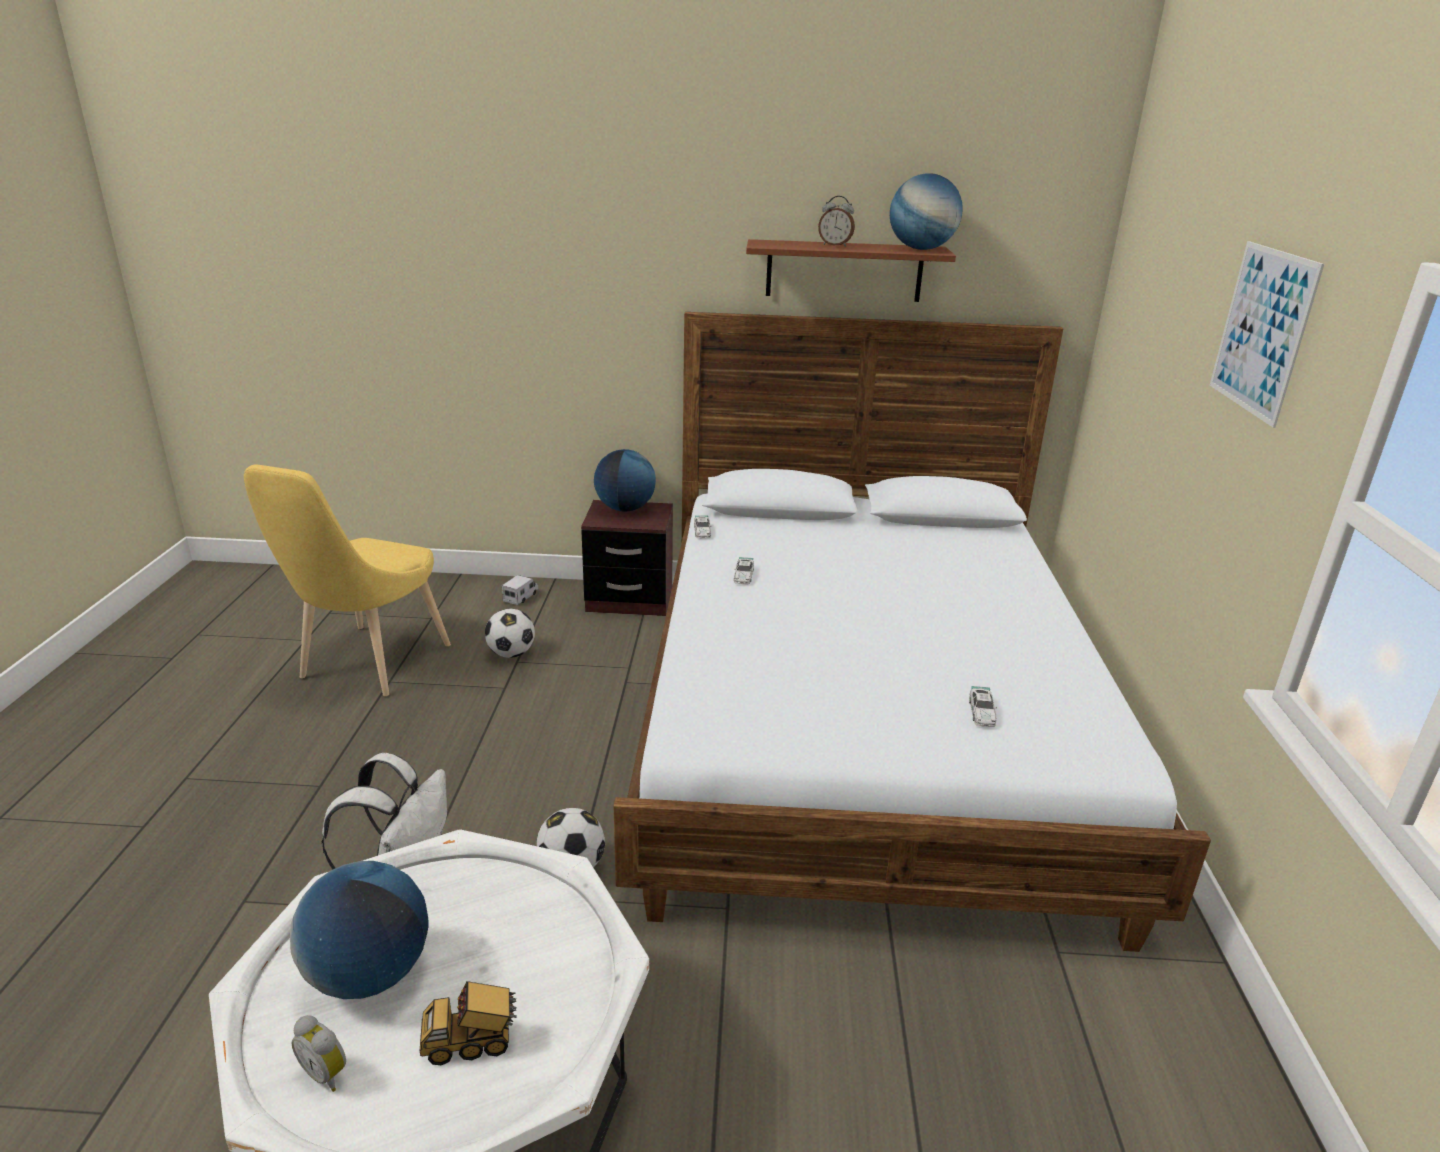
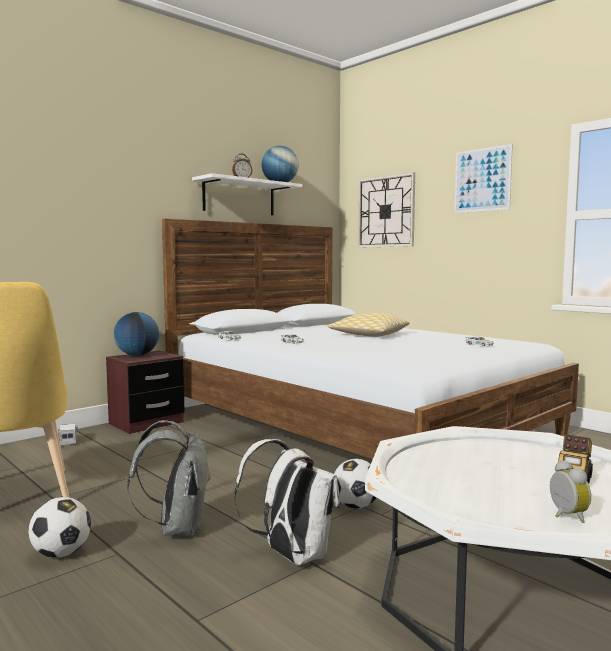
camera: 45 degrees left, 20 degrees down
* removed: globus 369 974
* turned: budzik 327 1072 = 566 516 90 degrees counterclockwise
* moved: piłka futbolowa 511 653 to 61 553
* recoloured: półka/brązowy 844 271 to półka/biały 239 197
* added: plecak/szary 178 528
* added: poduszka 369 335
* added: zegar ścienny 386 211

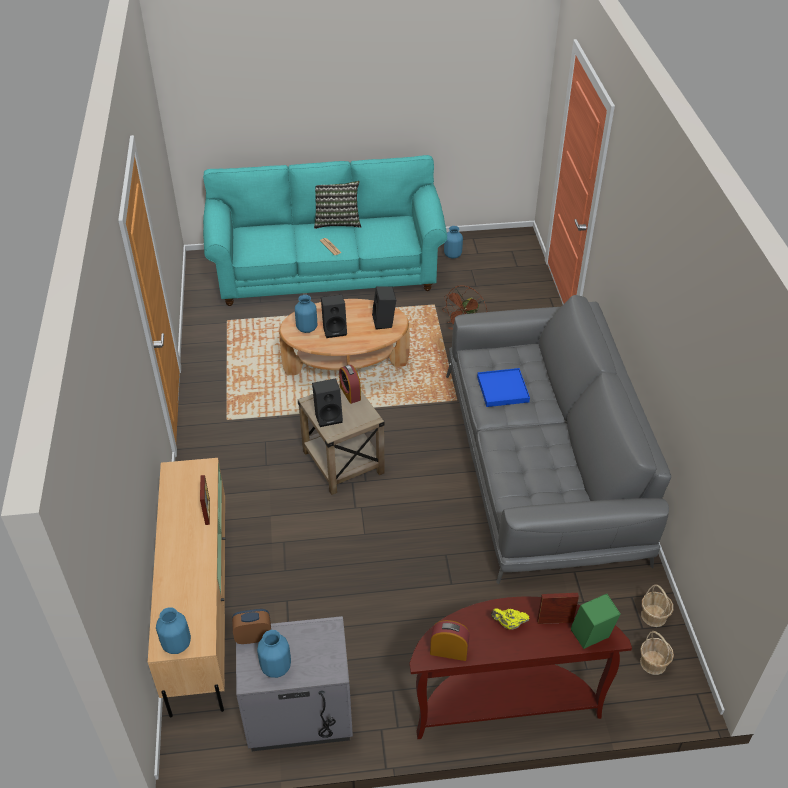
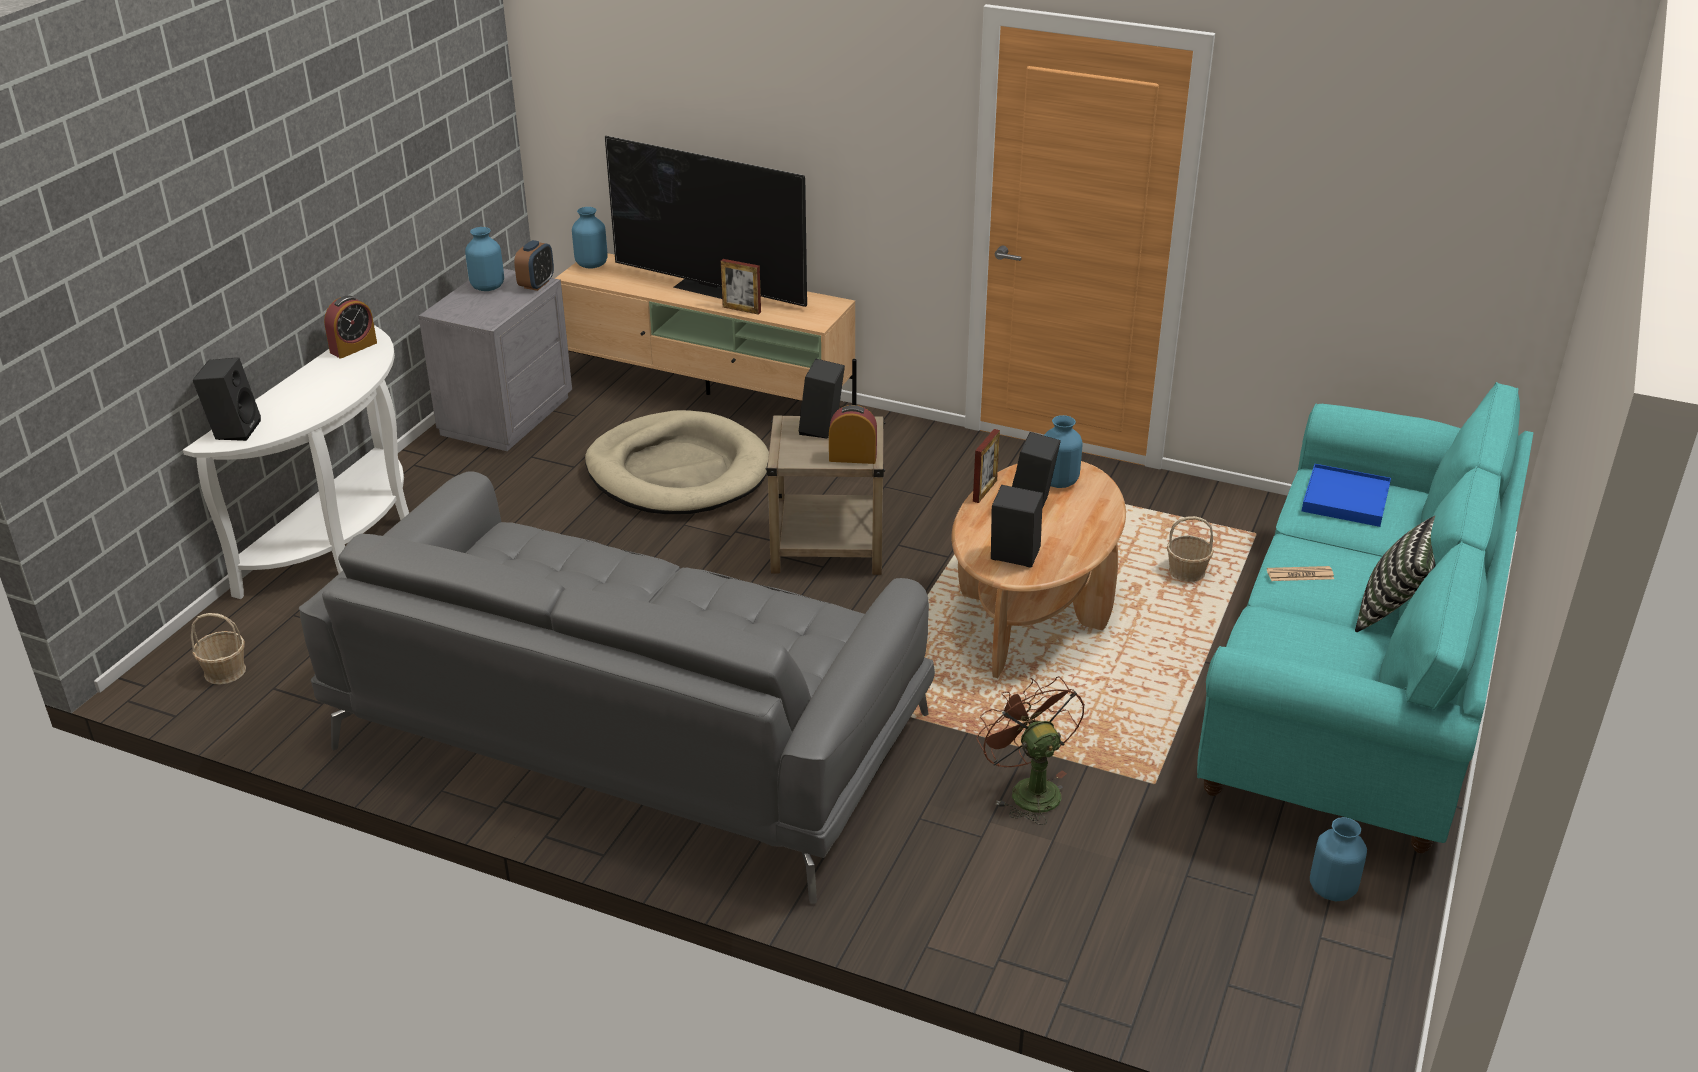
camera: 120 degrees right, 10 degrees down
* recoloured: stolik konsolowy/brązowy 505 703 to stolik konsolowy/biały 342 539
* moved: taca/niebieski 503 389 to 1345 499
* removed: imbryk/żółty 509 624
* moved: ramka na zdjęcie 555 621 to 985 491
* recoloured: głośnik/zielony 590 637 to głośnik/czarny 234 429
* moved: koszyk 653 616 to 1187 572
* added: legowisko/beżowy 678 471
* added: telewizor 709 287

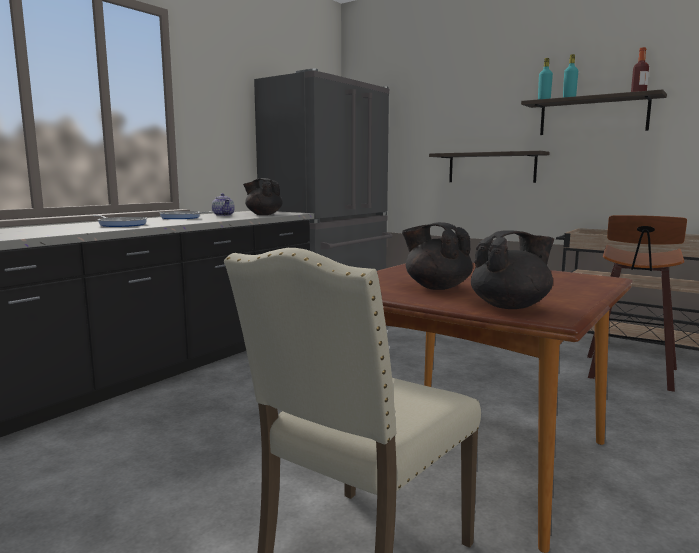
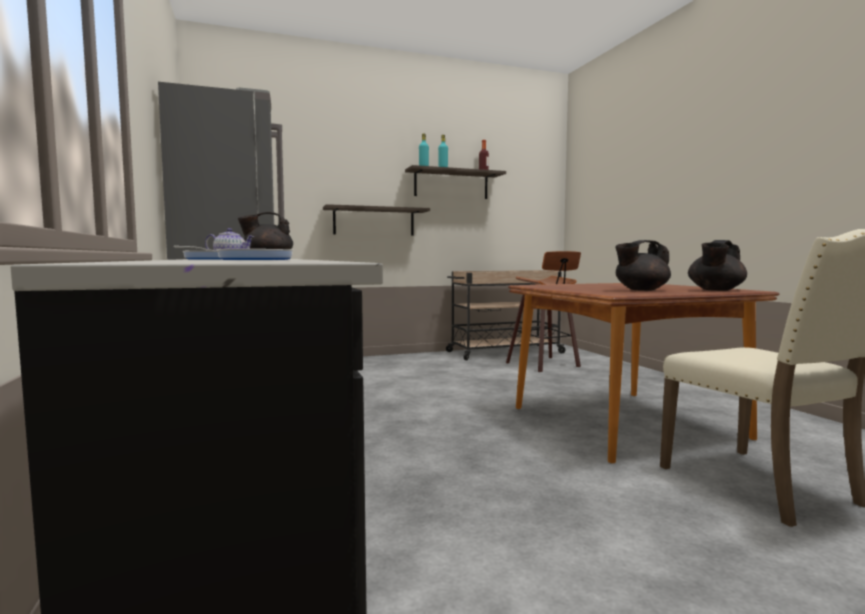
camera: 55 degrees left, 5 degrees down
* turned: imbryk/czarny 511 306 = 715 290 150 degrees counterclockwise

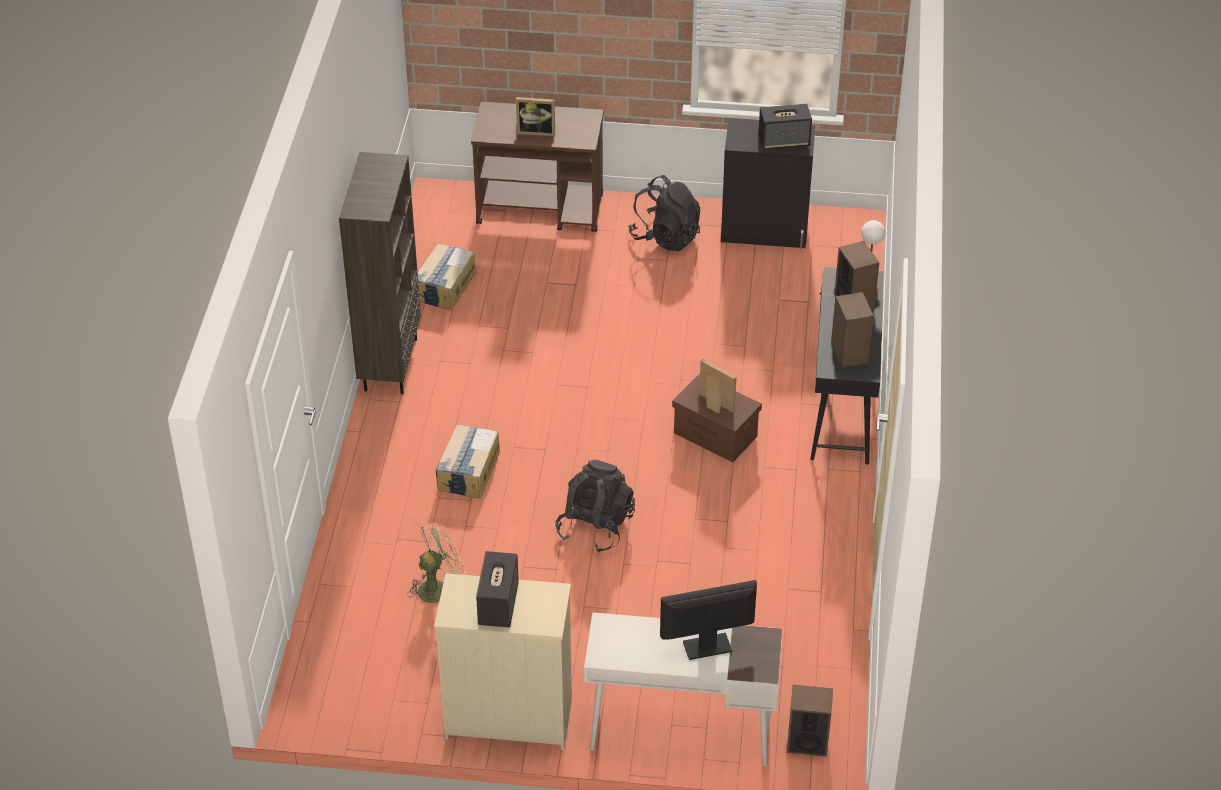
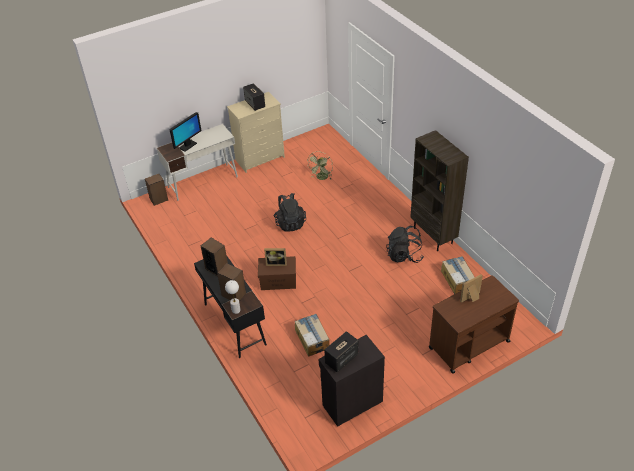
camera: 145 degrees right, 0 degrees up
* moved: karton 468 471 to 312 339
* moved: plecak/czarny 665 237 to 404 255

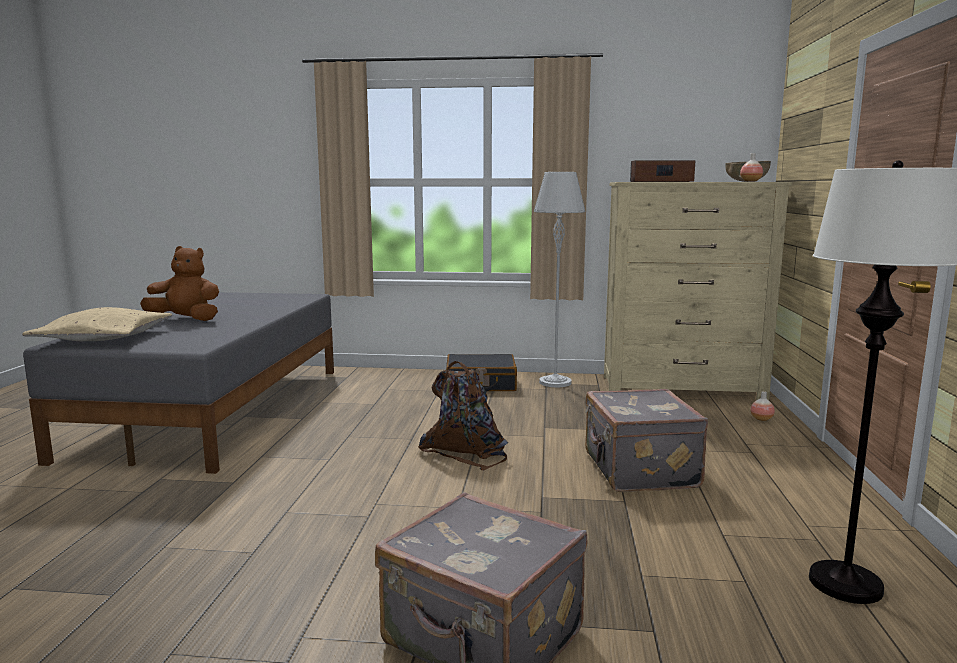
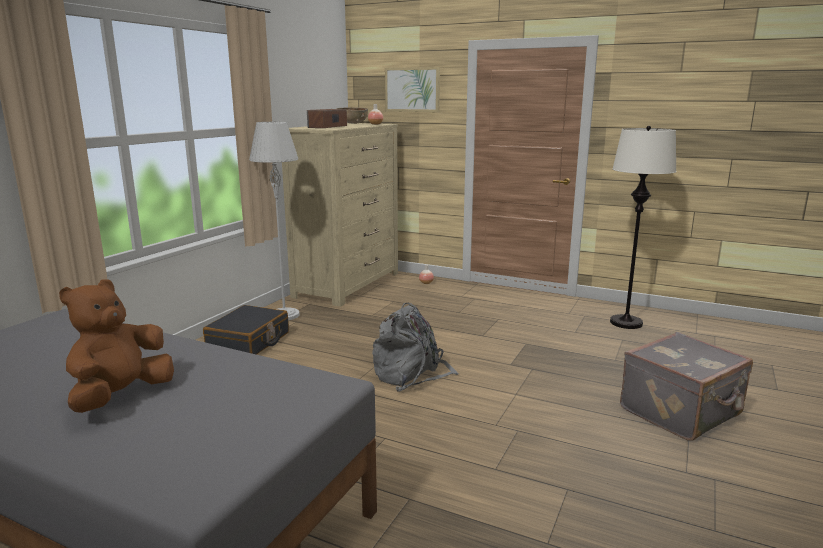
camera: 70 degrees left, 5 degrees up
* removed: poduszka/beżowy 104 339
* recoloured: plecak/brązowy 467 451 to plecak/szary 411 374
* removed: walizka/szary 638 471
* added: obraz 412 89

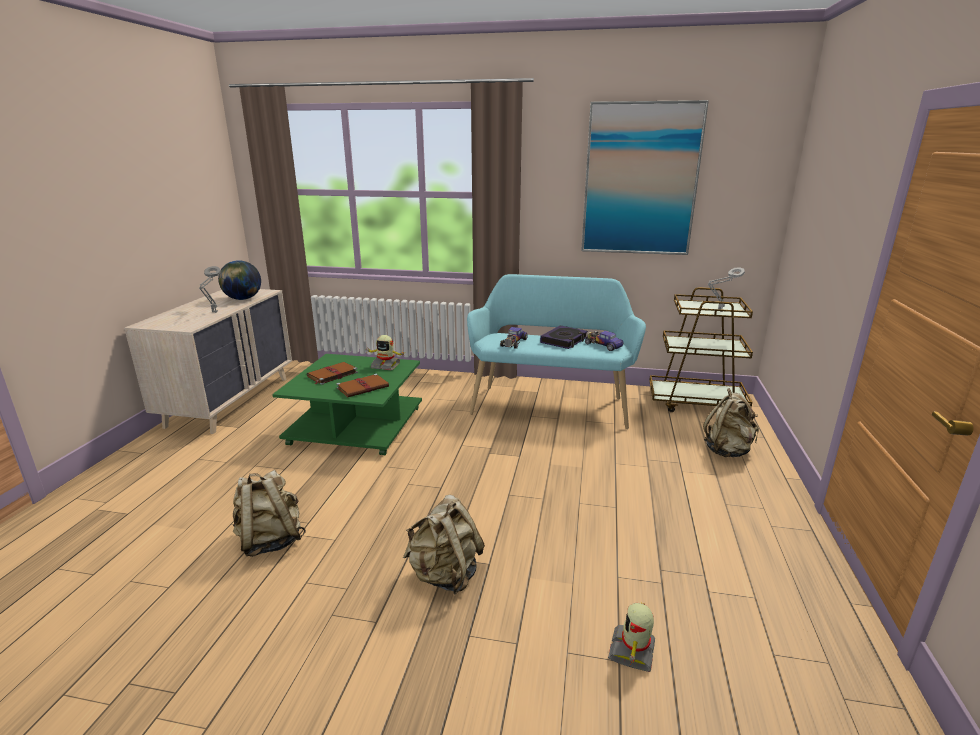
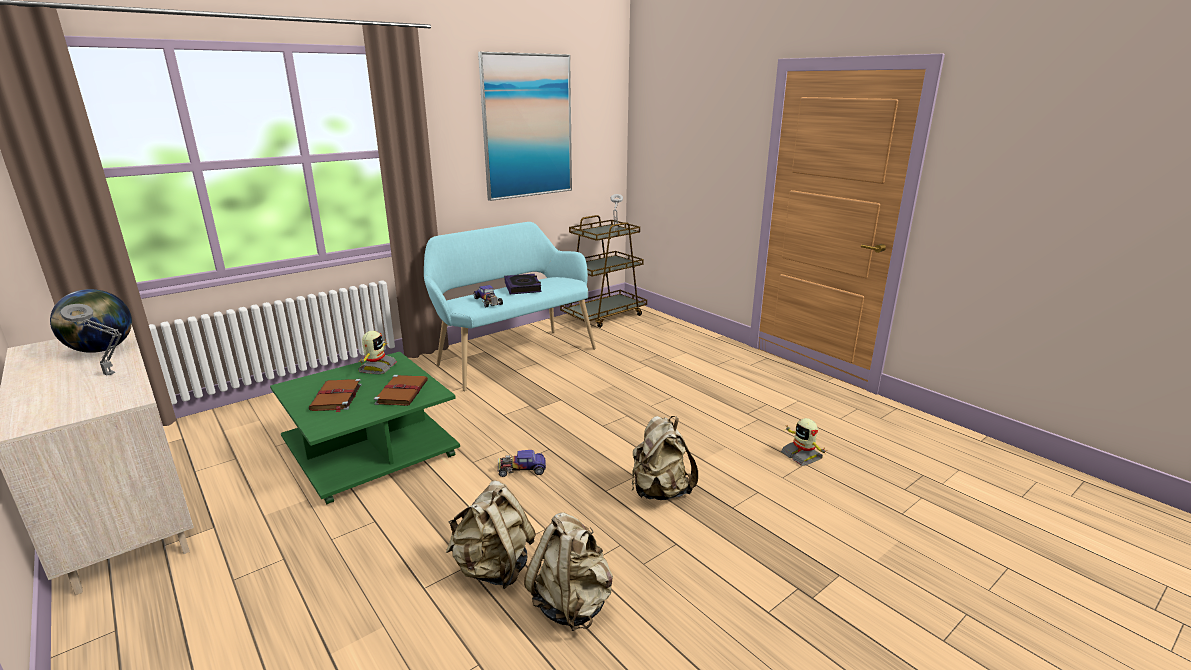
camera: 50 degrees left, 0 degrees up
* turned: robot zabawkowy 386 366 = 377 368 45 degrees counterclockwise
* moved: samochodzik 603 345 to 521 469
* moved: plecak/beżowy 727 451 to 572 603

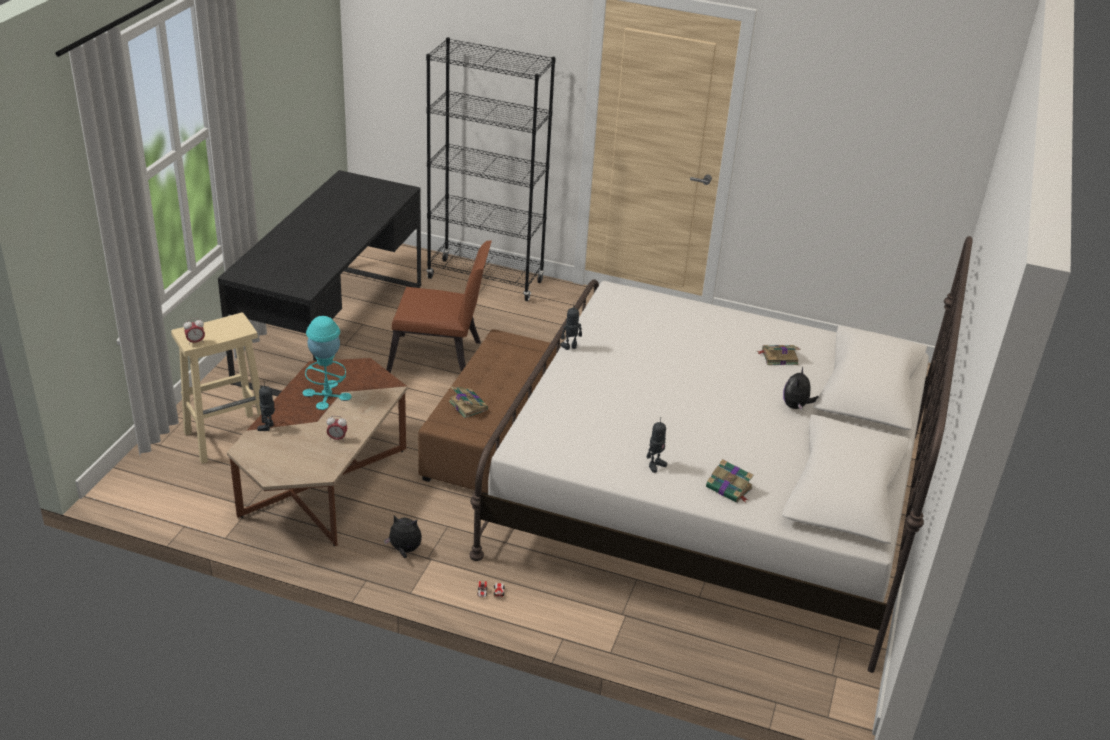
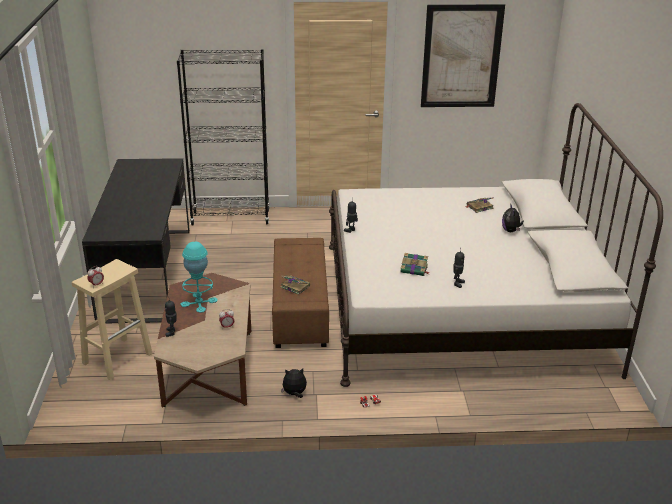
camera: 20 degrees left, 5 degrees down
* removed: krzesło/brązowy 441 361
* moved: książka 729 488 to 414 269
* added: obraz 461 57

